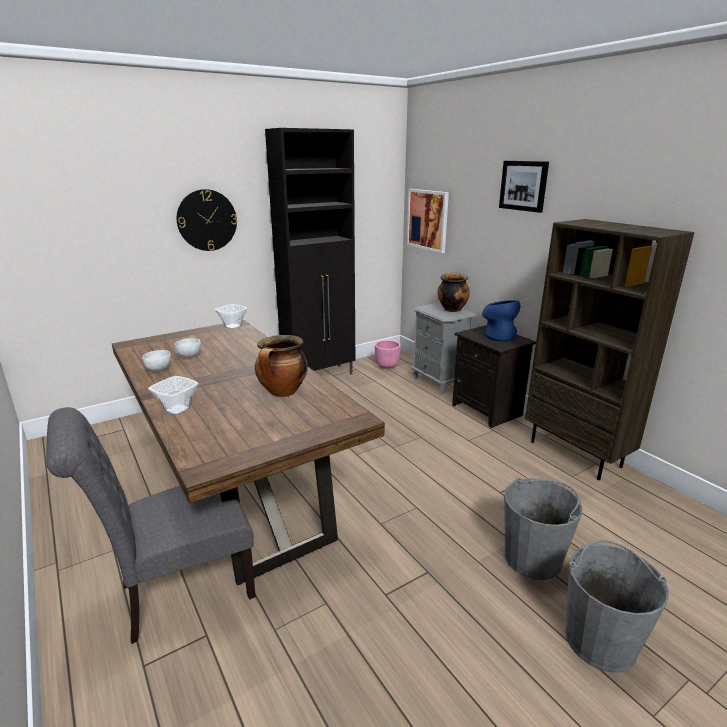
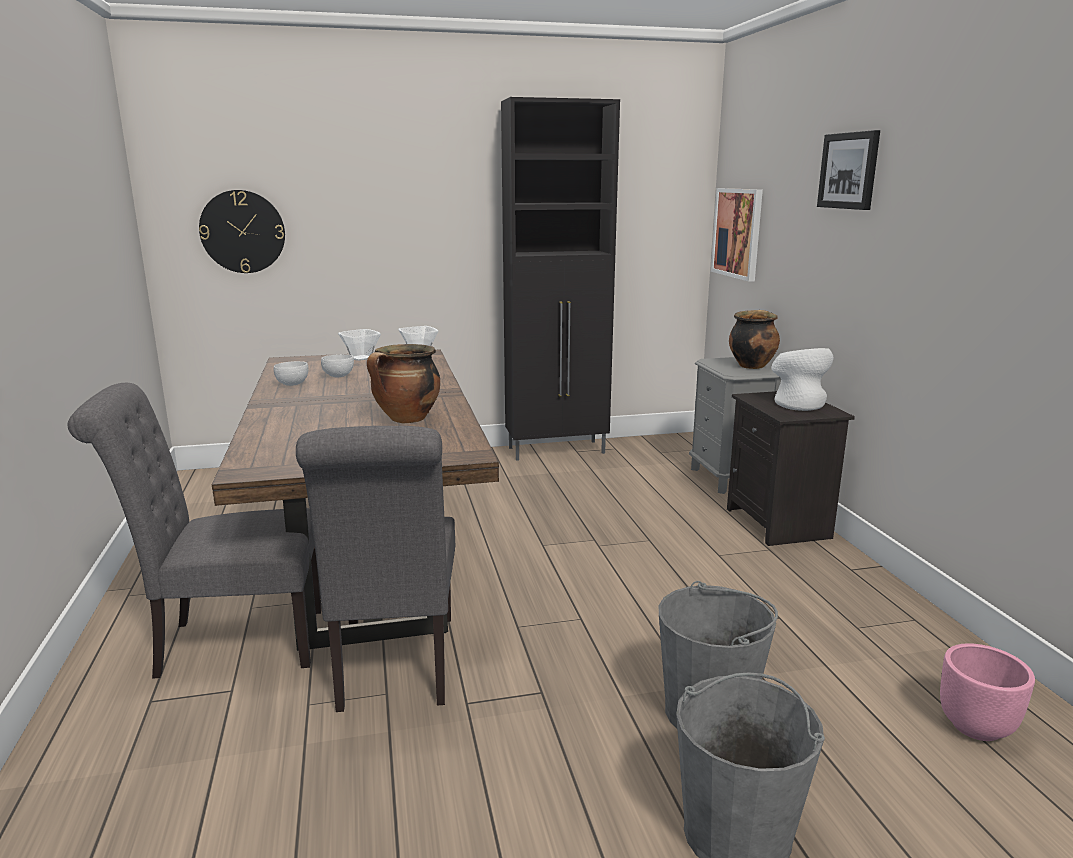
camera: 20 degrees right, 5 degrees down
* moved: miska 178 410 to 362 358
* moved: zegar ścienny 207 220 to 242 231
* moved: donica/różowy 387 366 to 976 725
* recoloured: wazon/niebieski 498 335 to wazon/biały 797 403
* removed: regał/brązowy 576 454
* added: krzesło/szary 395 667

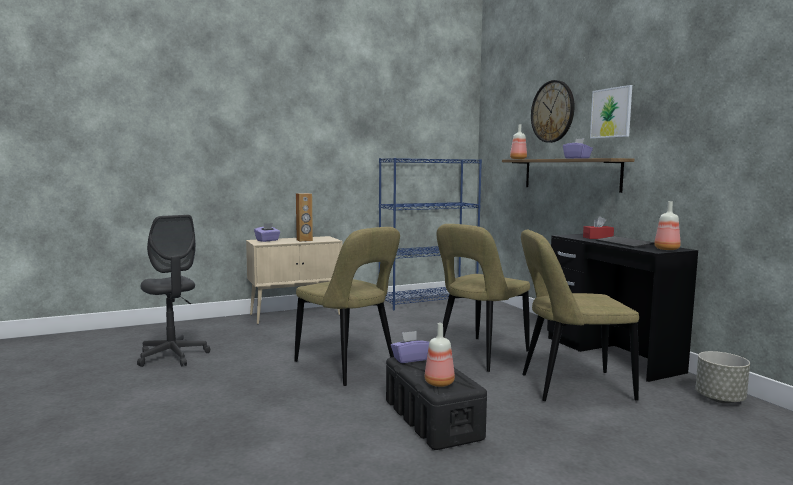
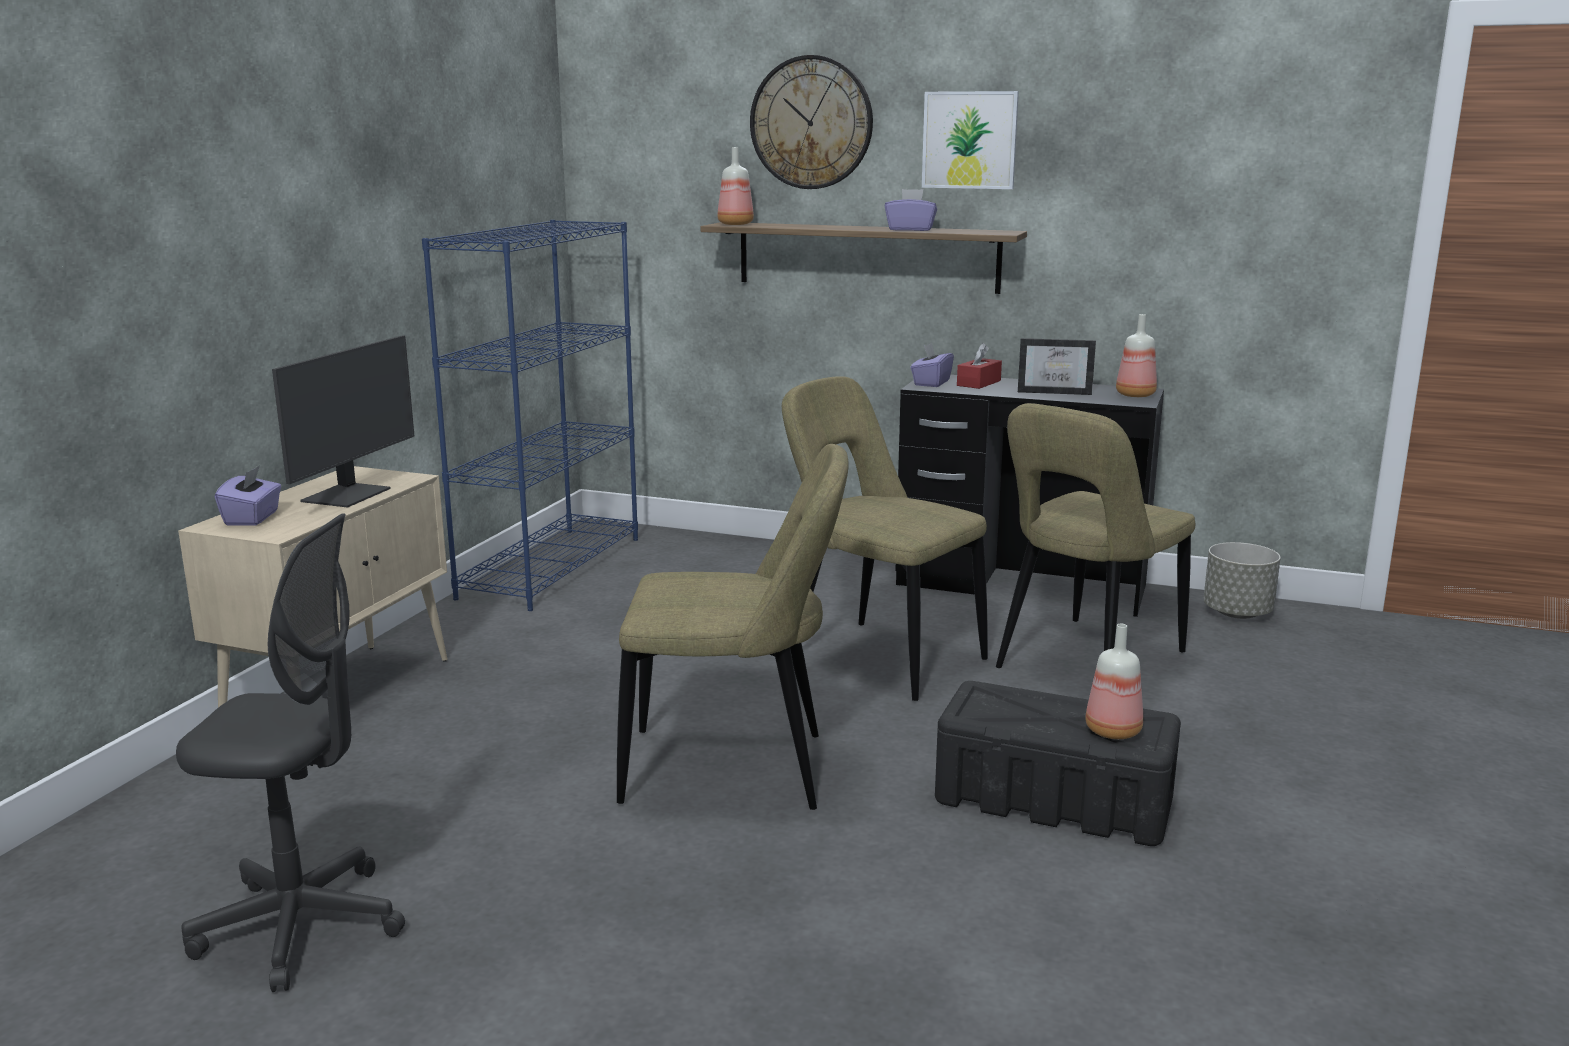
camera: 45 degrees left, 10 degrees up
* replaced: głośnik/brązowy 304 240 to monitor 348 495
* moved: pudełko chusteczek/fioletowy 410 359 to 931 383
* turned: krzesło/beżowy 479 356 = 878 657 135 degrees clockwise
* replaced: klawiatura 625 243 to ramka na zdjęcie 1055 392

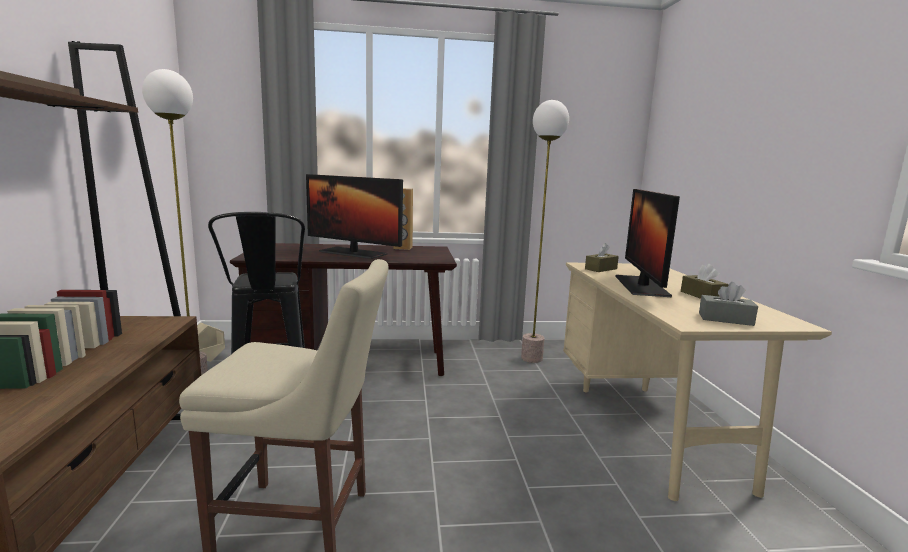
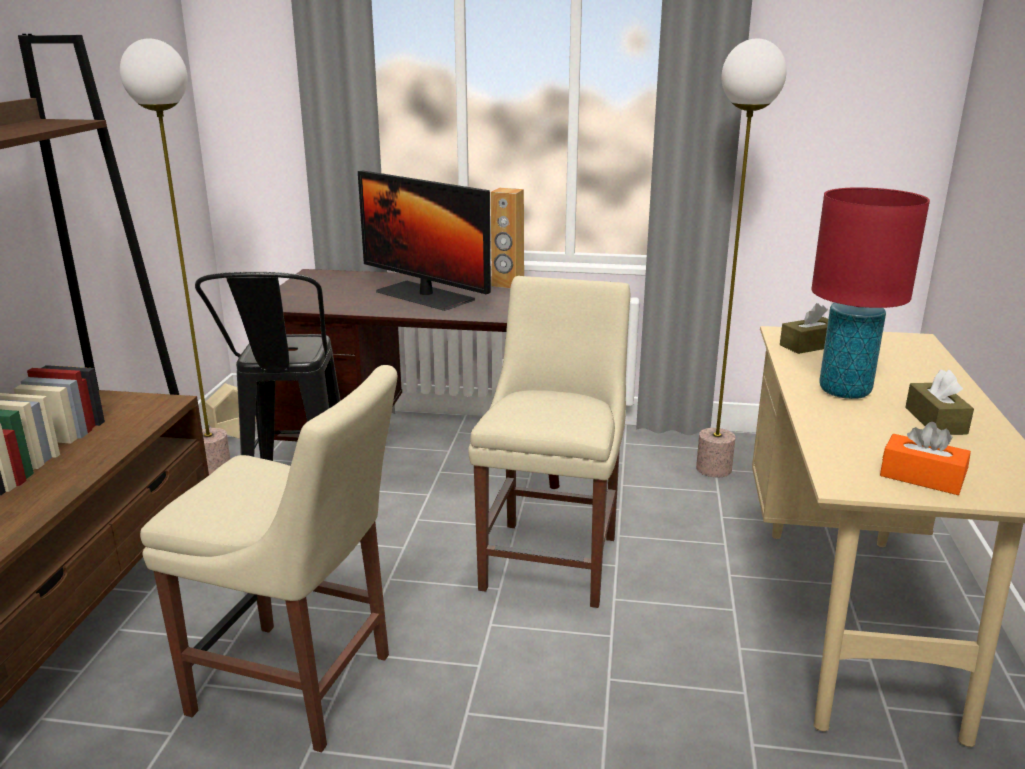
camera: 15 degrees right, 10 degrees up
* replaced: monitor 641 286 to lampa stołowa/czerwony 845 391
* recoloured: pudełko chusteczek/szary 725 319 to pudełko chusteczek/pomarańczowy 921 477
* added: krzesło/beżowy 552 558

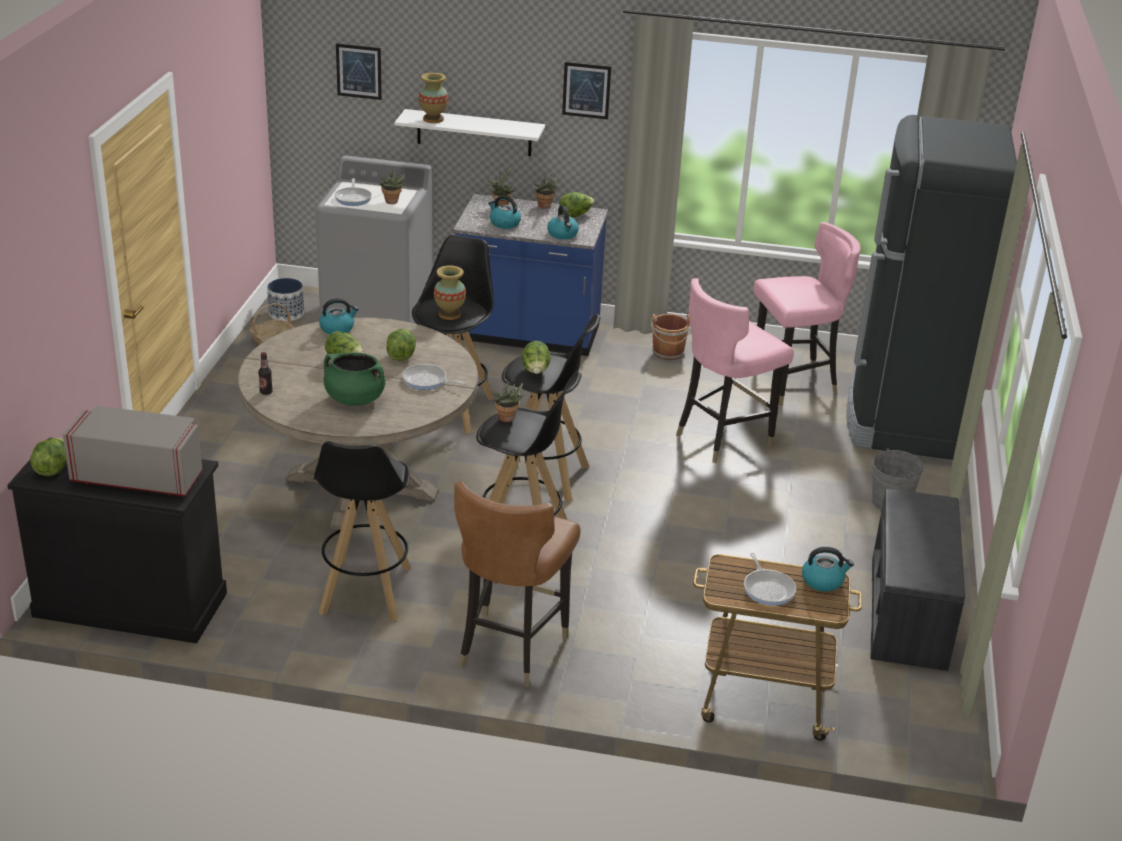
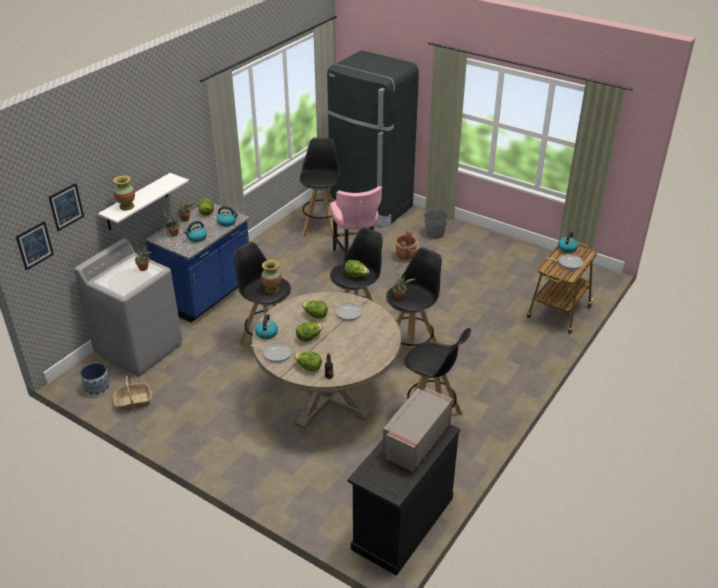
camera: 65 degrees left, 5 degrees up
* moved: sałata 52 468 to 308 368
* removed: garnek/zielony 354 399
* moved: patelnia 353 198 to 276 353
* removed: krzesło/brązowy 510 648
* moved: obraz 586 90 to 34 245
* moved: wiadro/brązowy 668 353 to 406 257
* replaced: krzesło/różowy 793 385 to stołek/czarny 321 227
* removed: ławka/szary 909 614

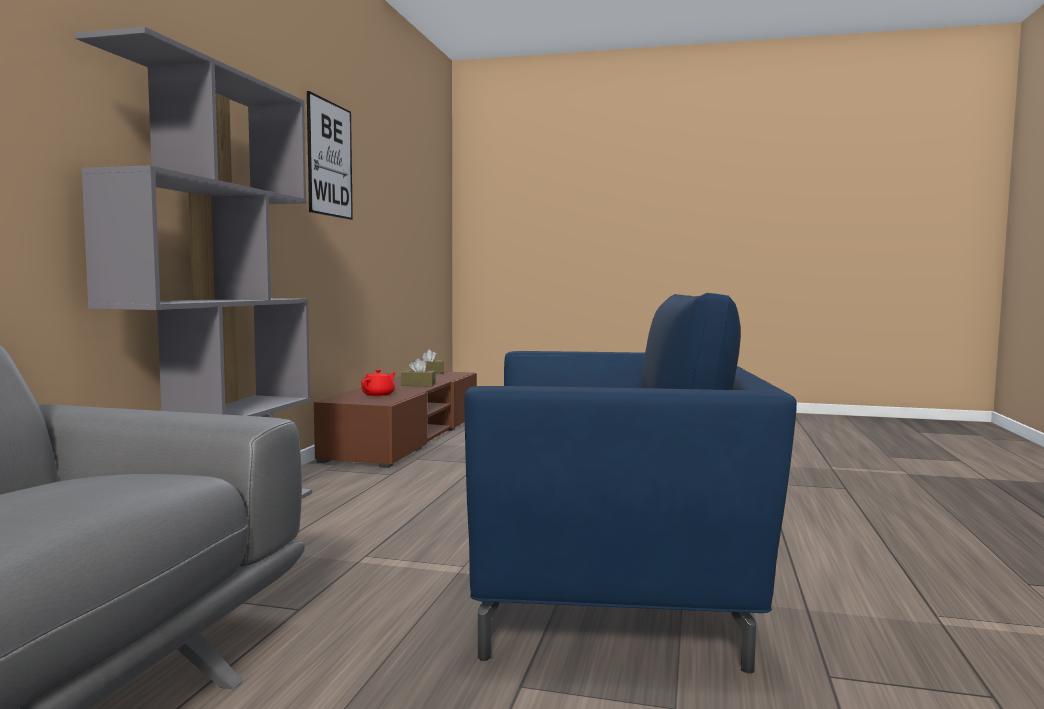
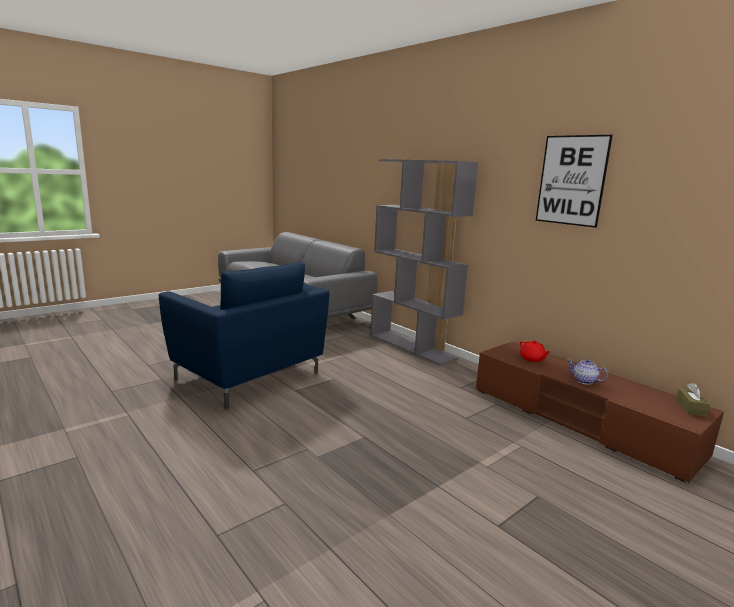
camera: 125 degrees right, 10 degrees up
* replaced: pudełko chusteczek/brązowy 418 385 to imbryk 584 381
* turned: fotel/niebieski 615 594 = 249 376 90 degrees counterclockwise

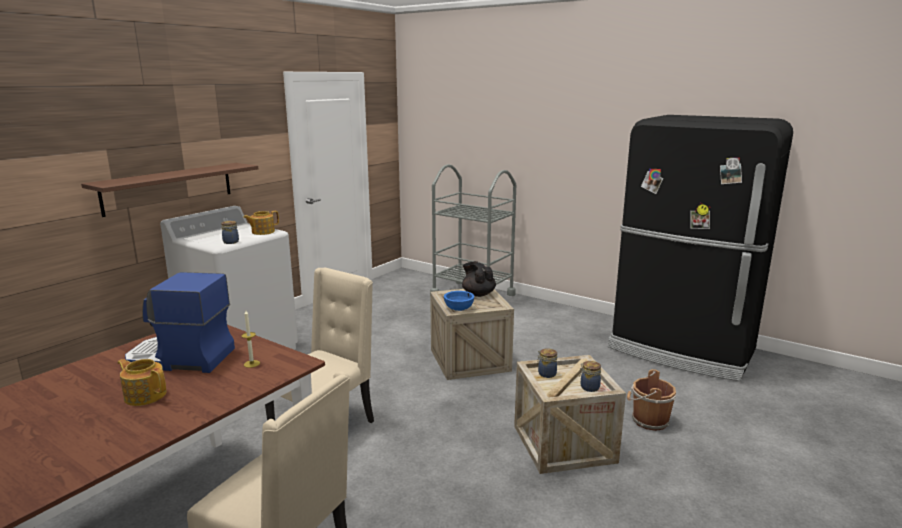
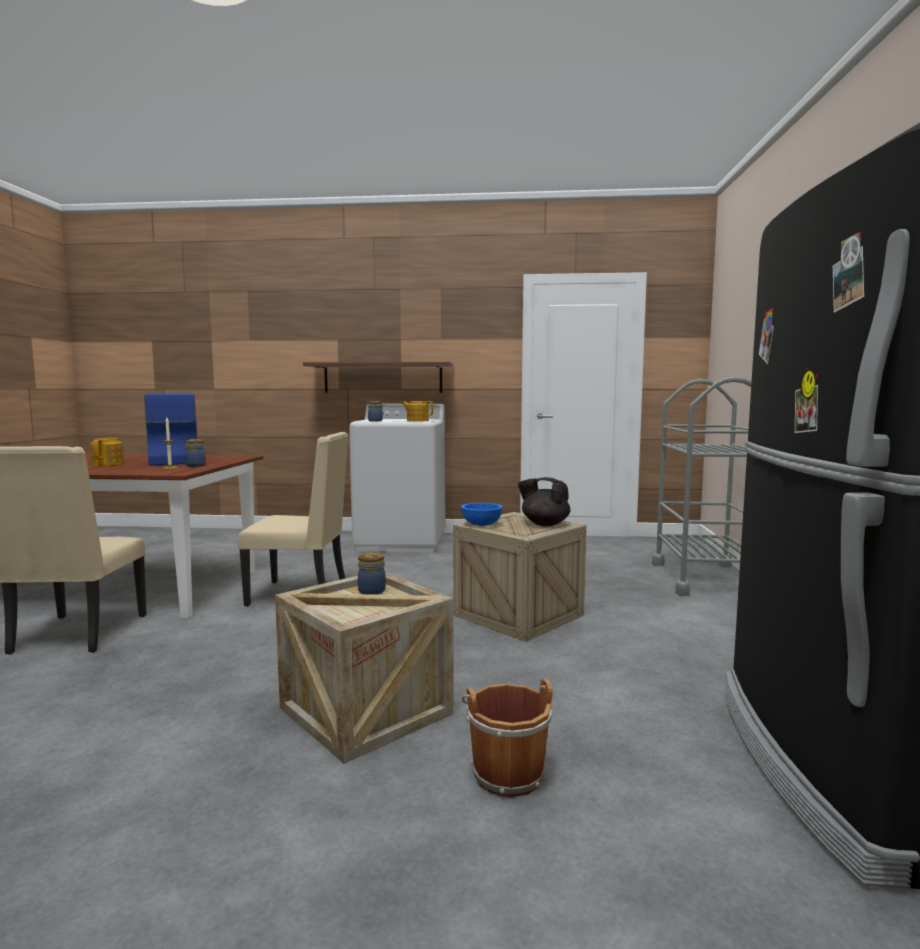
camera: 60 degrees right, 10 degrees down
* turned: imbryk/czarny 478 294 = 544 524 90 degrees counterclockwise
* moved: słoik 589 387 to 196 466

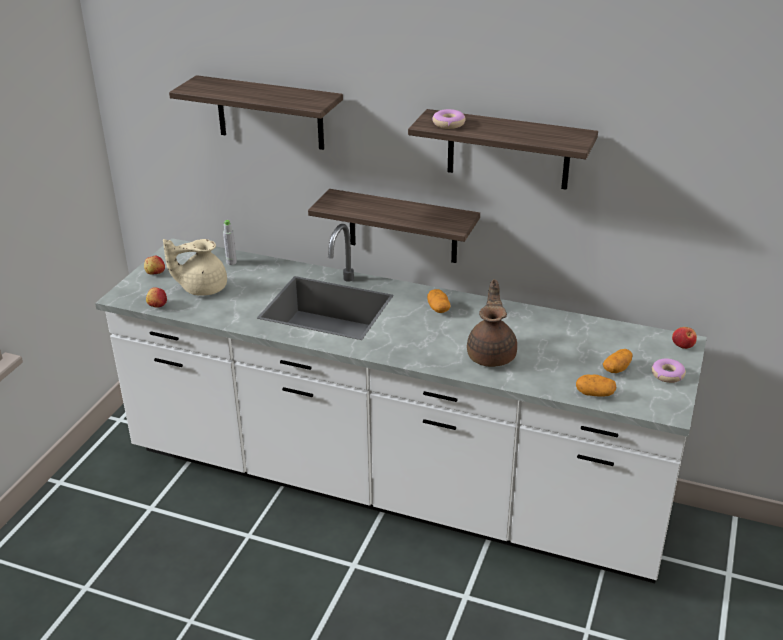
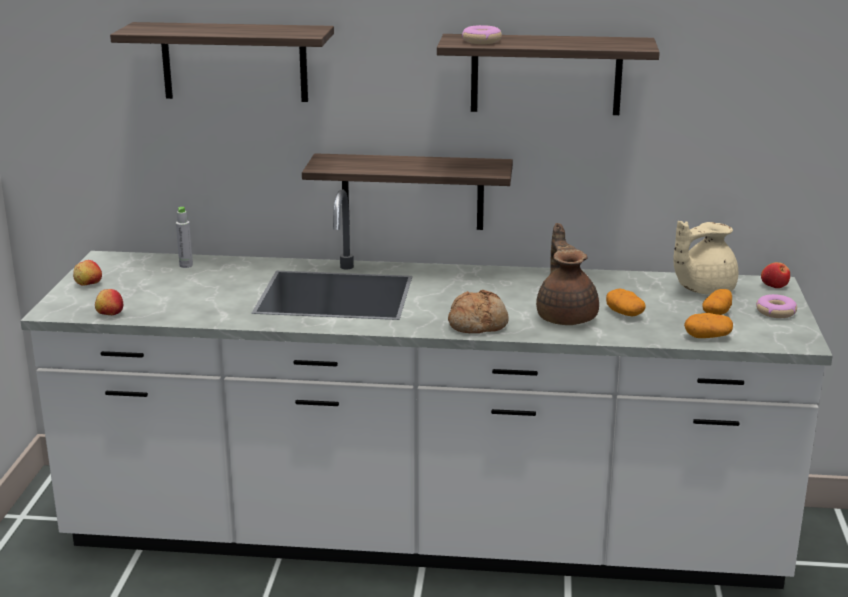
camera: 15 degrees left, 10 degrees down
* moved: imbryk/beżowy 202 288 to 702 289
* moved: ziemniak 438 308 to 624 313
* added: chleb 478 324

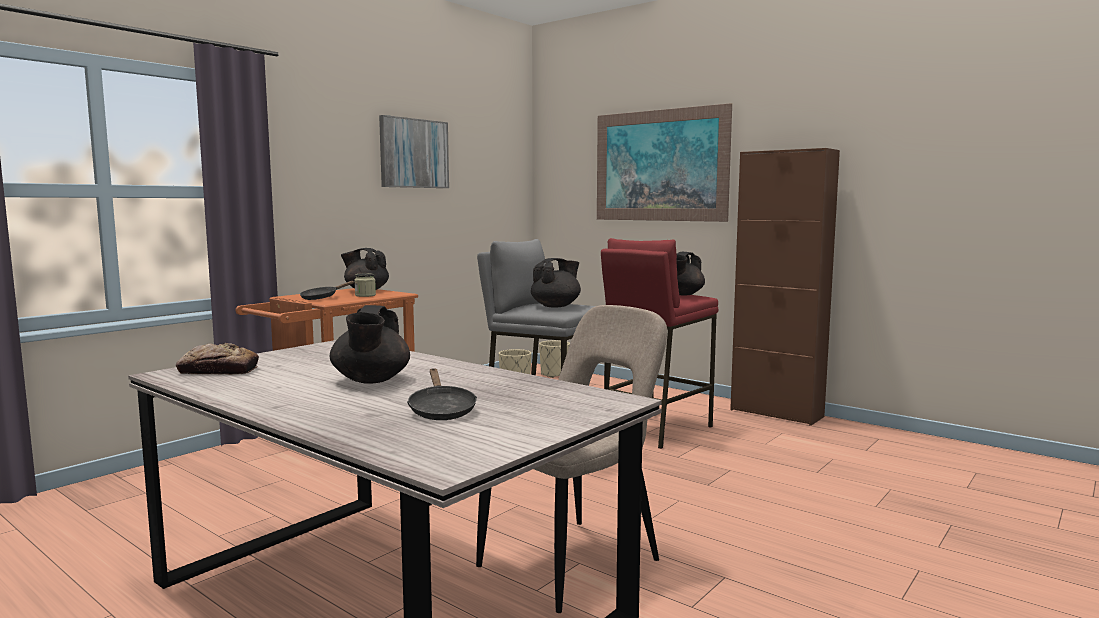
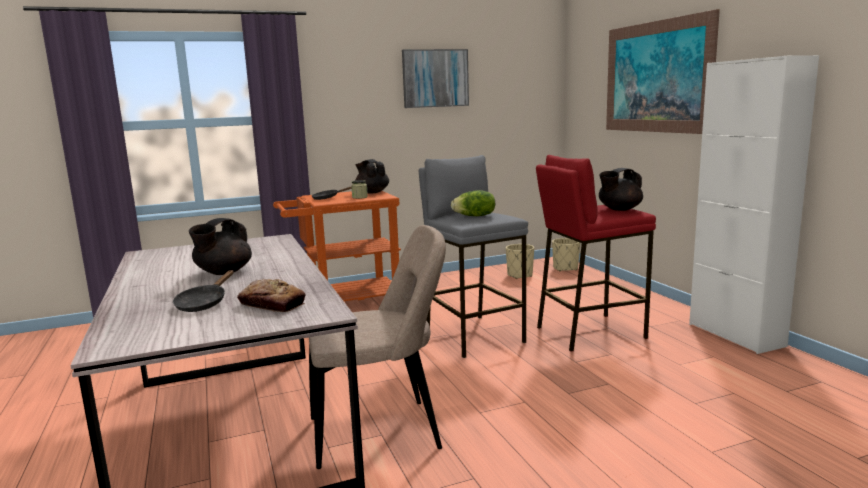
camera: 30 degrees right, 5 degrees up
* moved: chleb 218 371 to 272 304
* replaced: imbryk/czarny 556 306 to sałata 475 216
* recoloured: szafka/brązowy 776 413 to szafka/biały 735 335

